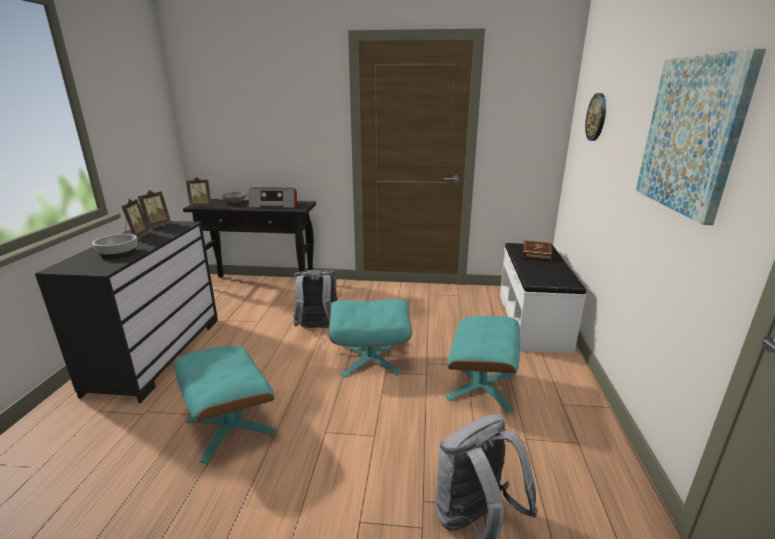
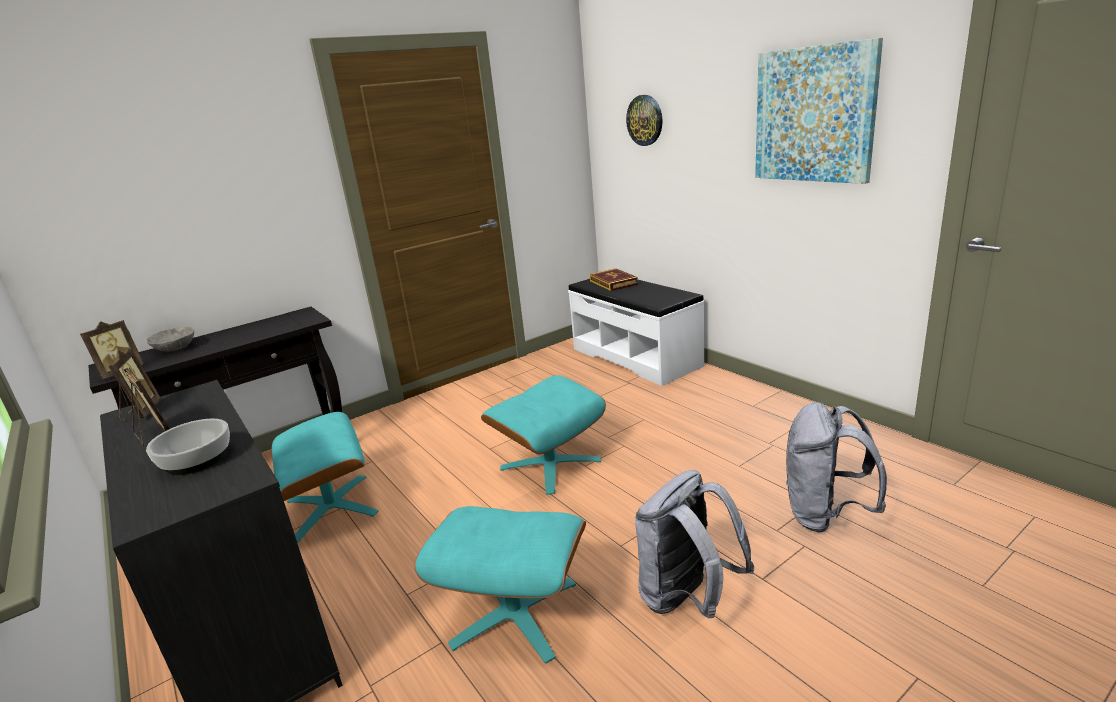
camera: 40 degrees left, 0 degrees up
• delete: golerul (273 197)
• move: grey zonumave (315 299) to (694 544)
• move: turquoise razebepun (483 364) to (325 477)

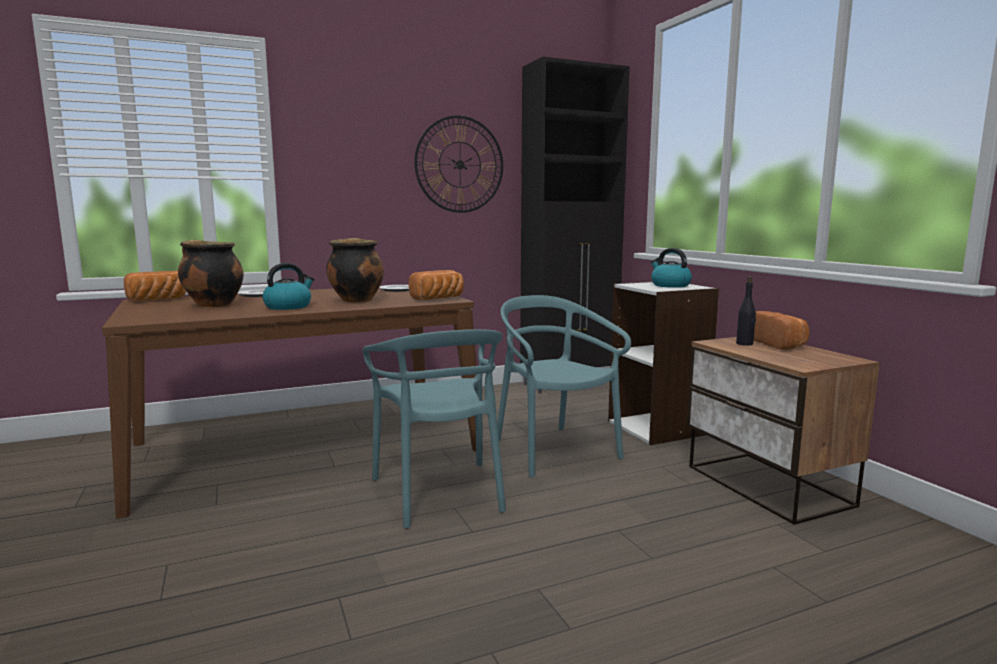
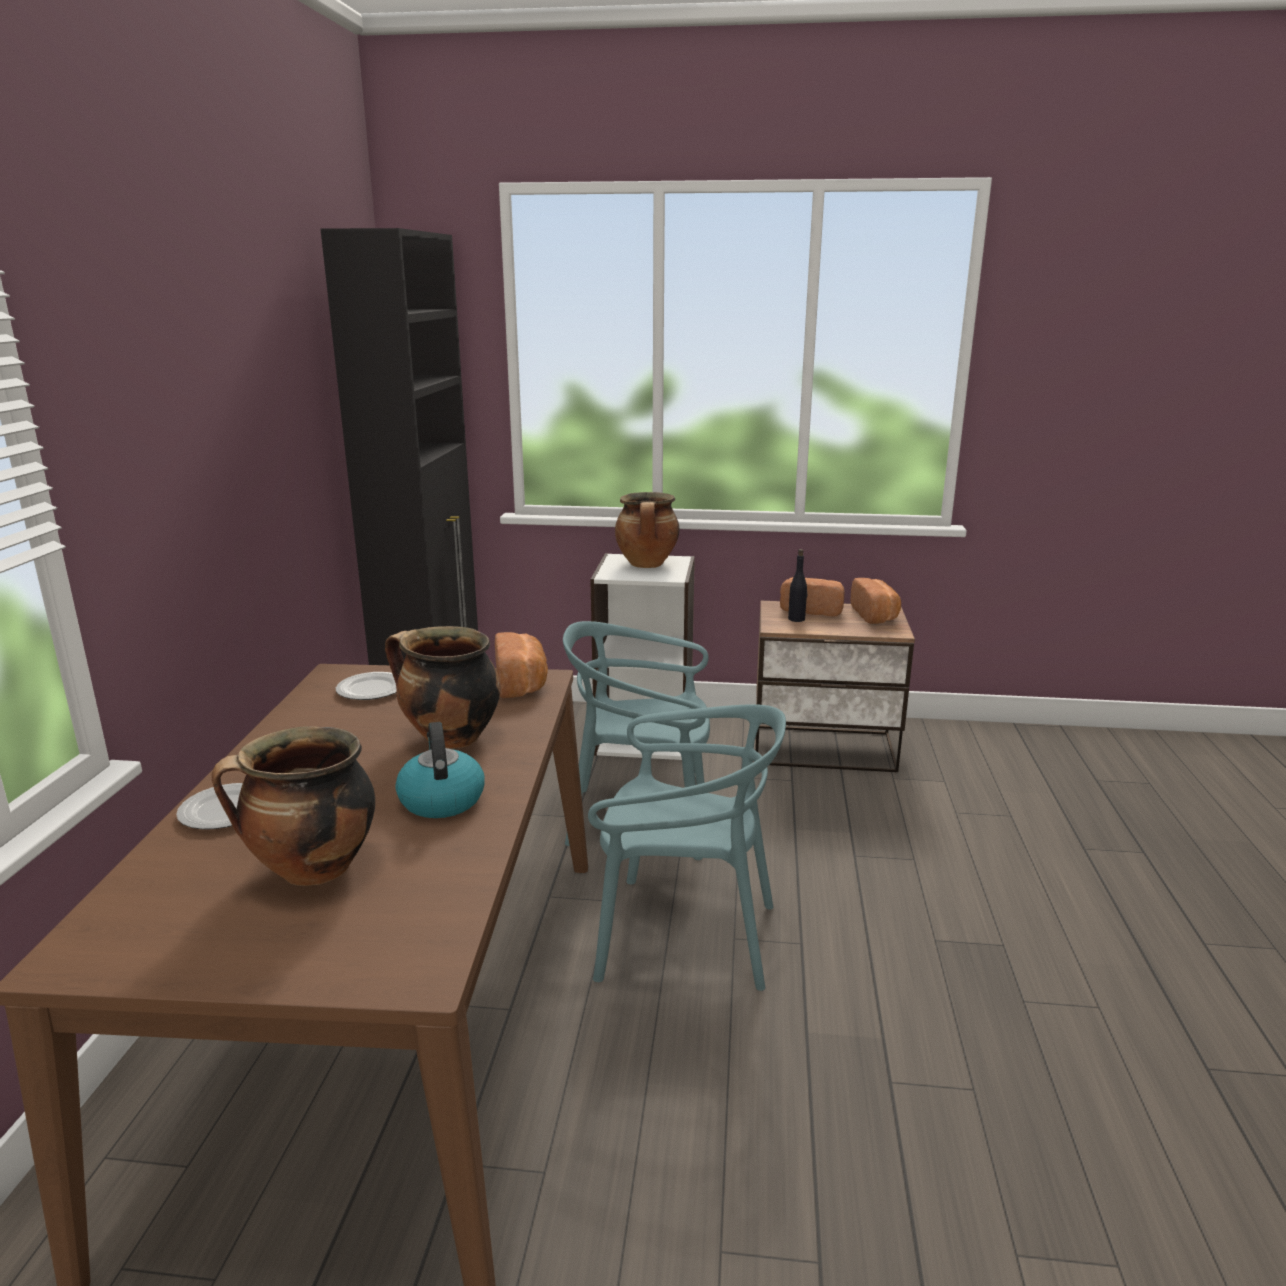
camera: 60 degrees left, 10 degrees up
• delete: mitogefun (458 164)
• move: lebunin (155 286) to (875 601)
• replace: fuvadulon (671 268) to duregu (647 530)

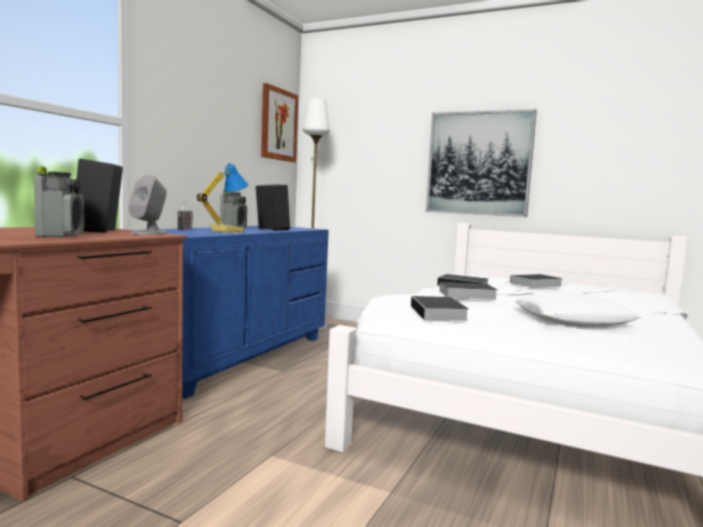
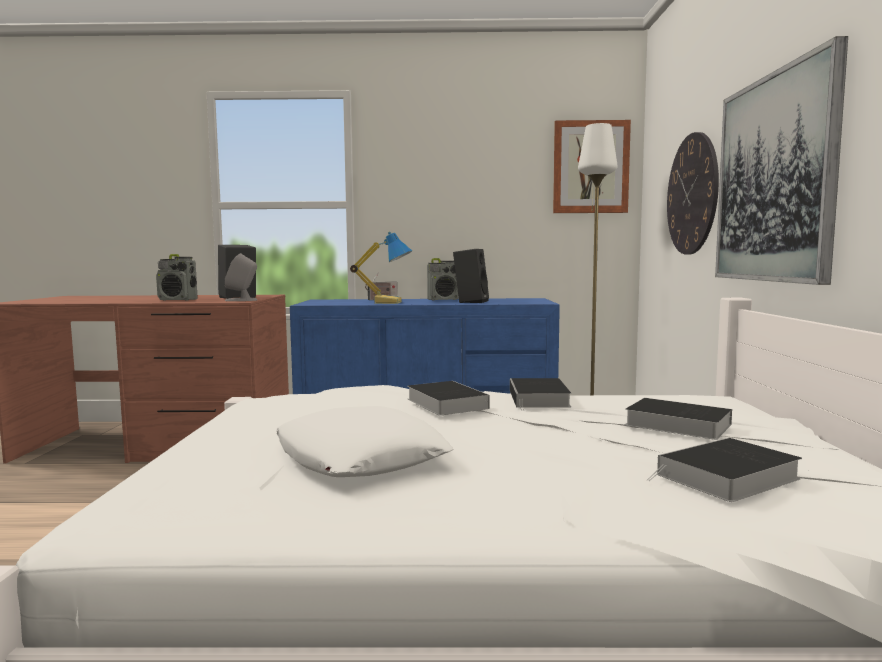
camera: 65 degrees right, 0 degrees up
• insert: mitogefun (693 193)
• move: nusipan (439 309) to (724 470)
• rotate: golerul (59 202) = (177 277) 45 degrees clockwise

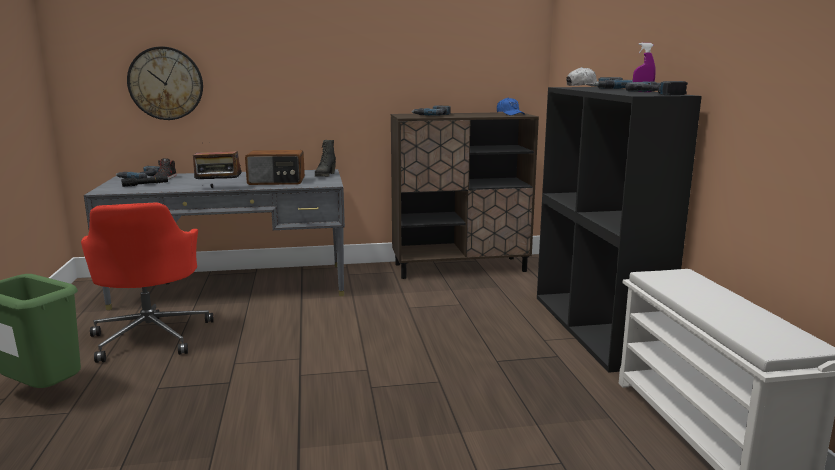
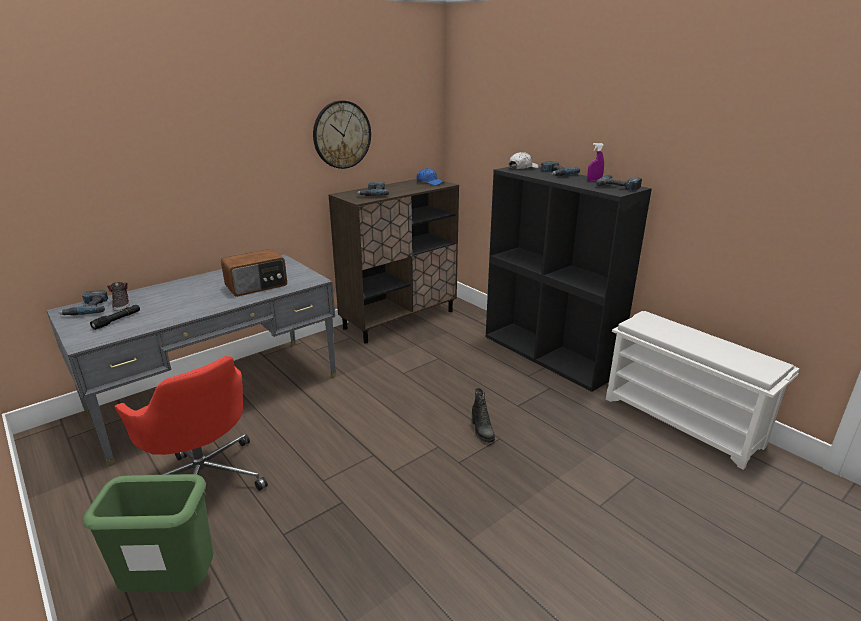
camera: 30 degrees left, 10 degrees up
• delete: golerul (217 169)
• move: mitogefun (165 83) to (342 134)
• move: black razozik (325 158) to (483 415)

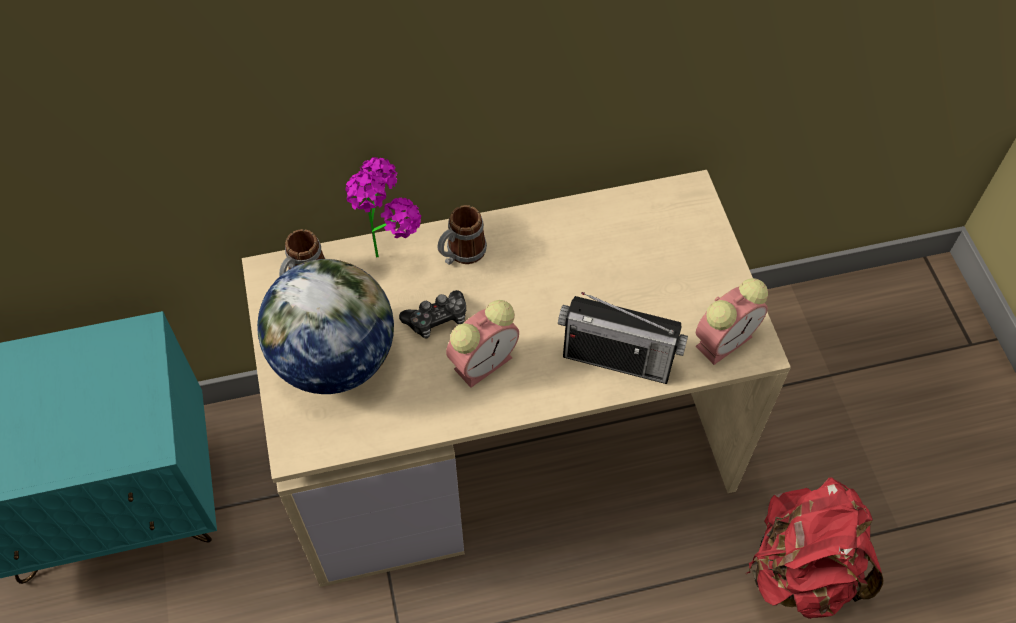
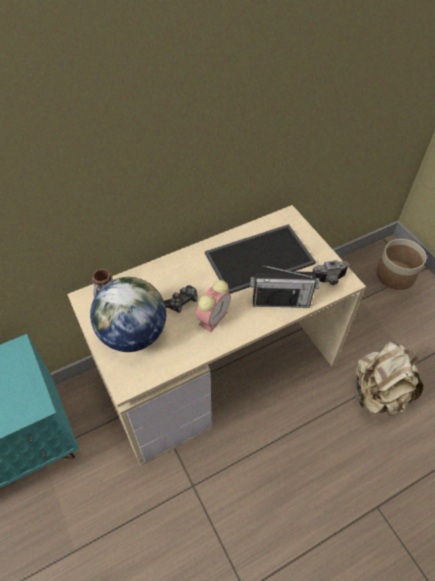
camera: 15 degrees left, 5 degrees down
• delete: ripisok (383 207)
• delete: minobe (462 235)
• insert: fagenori (260 259)
• insert: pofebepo (401 264)
• replace: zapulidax (732 321) to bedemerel (330 272)
• recolor: red zonumave (815 548) to beige zonumave (389 379)

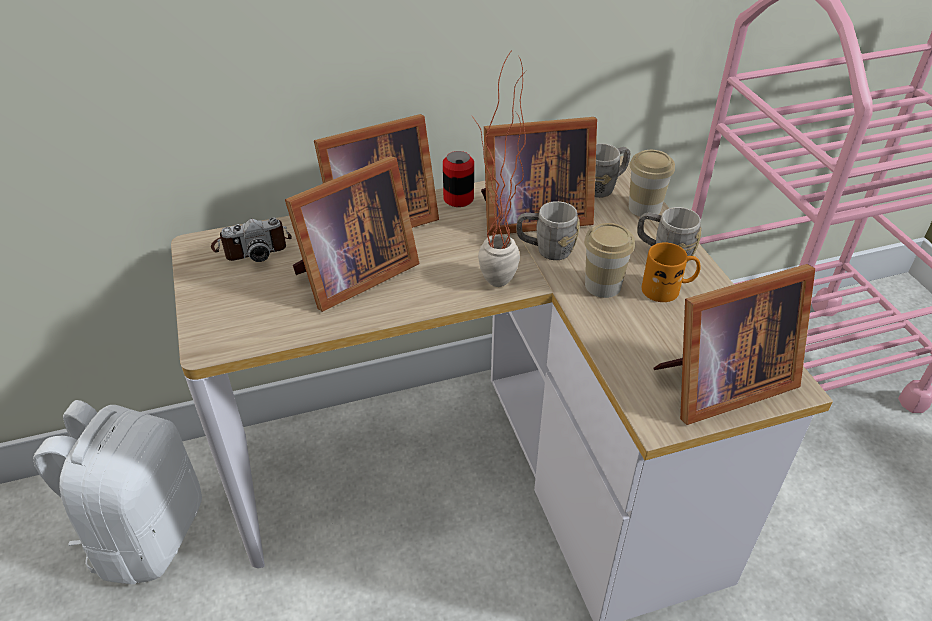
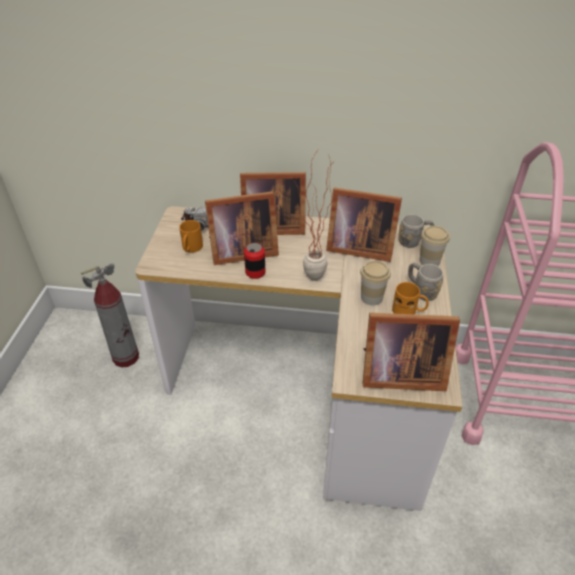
camera: 25 degrees right, 0 degrees up
• delete: grey minobe (548 230)
• insert: orange minobe (191 236)
• move: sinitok (458 179) to (254 261)
• replace: white zonumave (117 492) to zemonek (110 315)

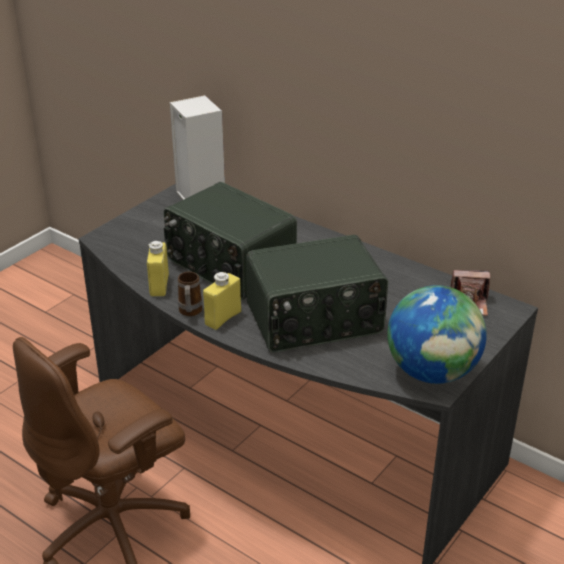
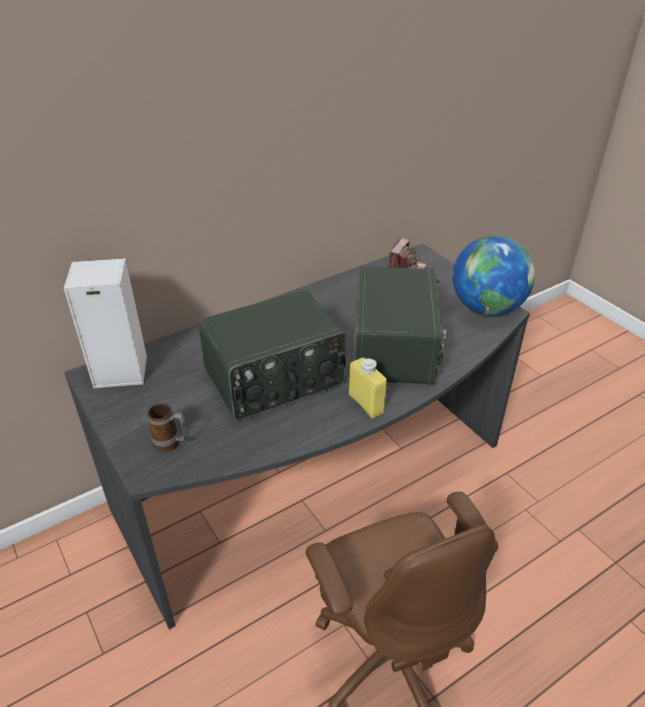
camera: 70 degrees left, 5 degrees up
• delete: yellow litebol (158 269)
• move: minobe (190 294) to (167 427)

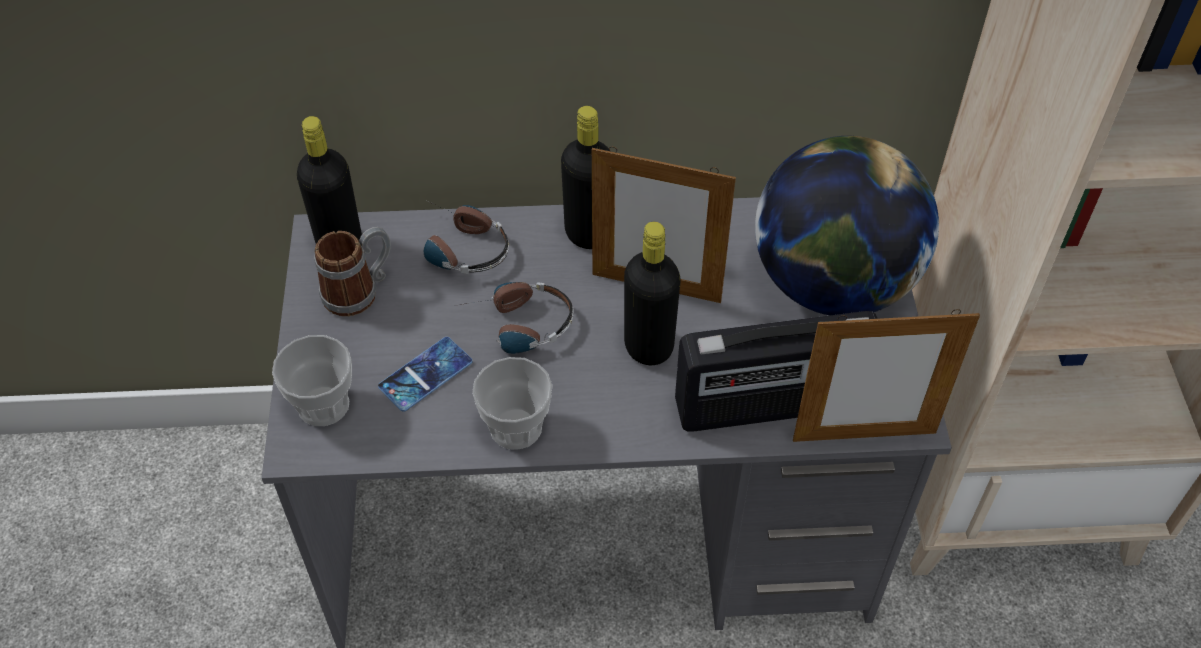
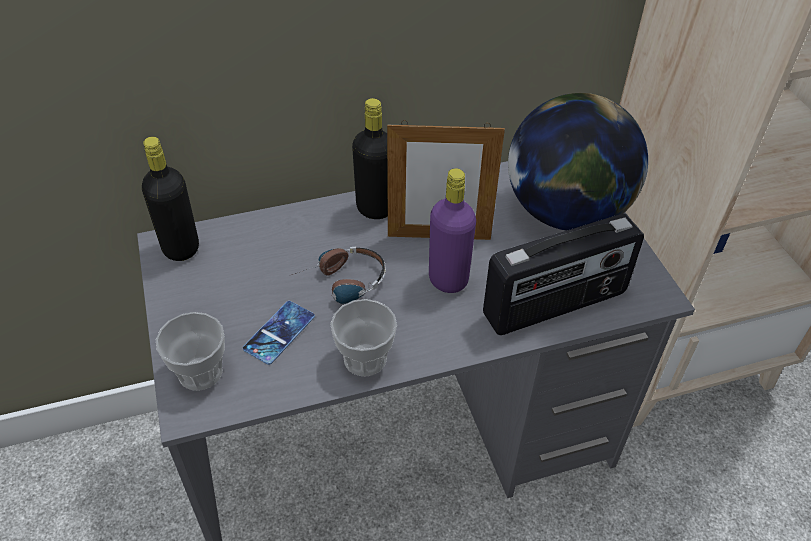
camera: 15 degrees left, 5 degrees down
• delete: minobe (352 271)
• delete: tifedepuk (466 237)
• delete: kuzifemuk (886 375)
• recolor: black litebol (652 293) to purple litebol (452 230)

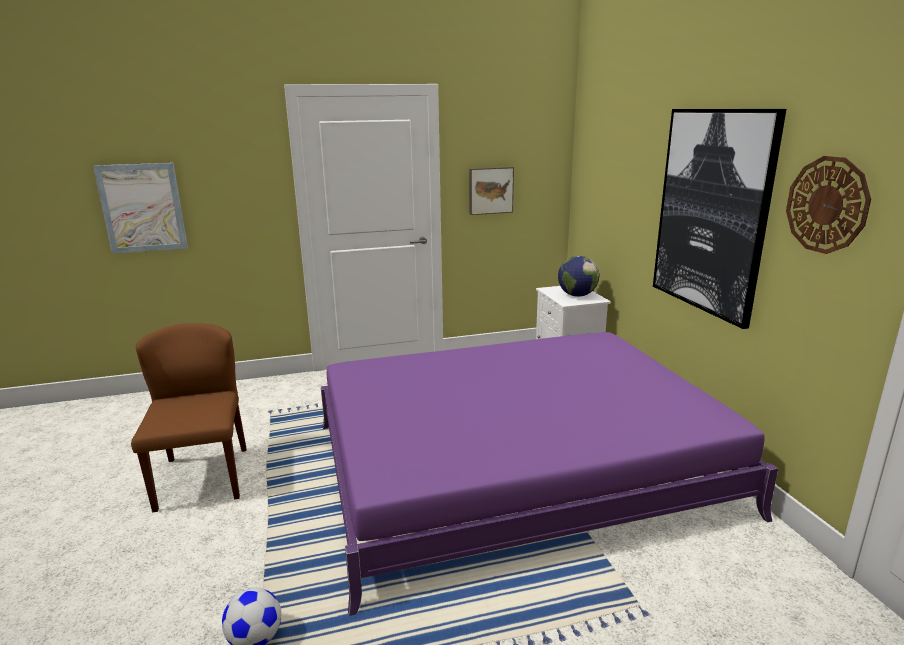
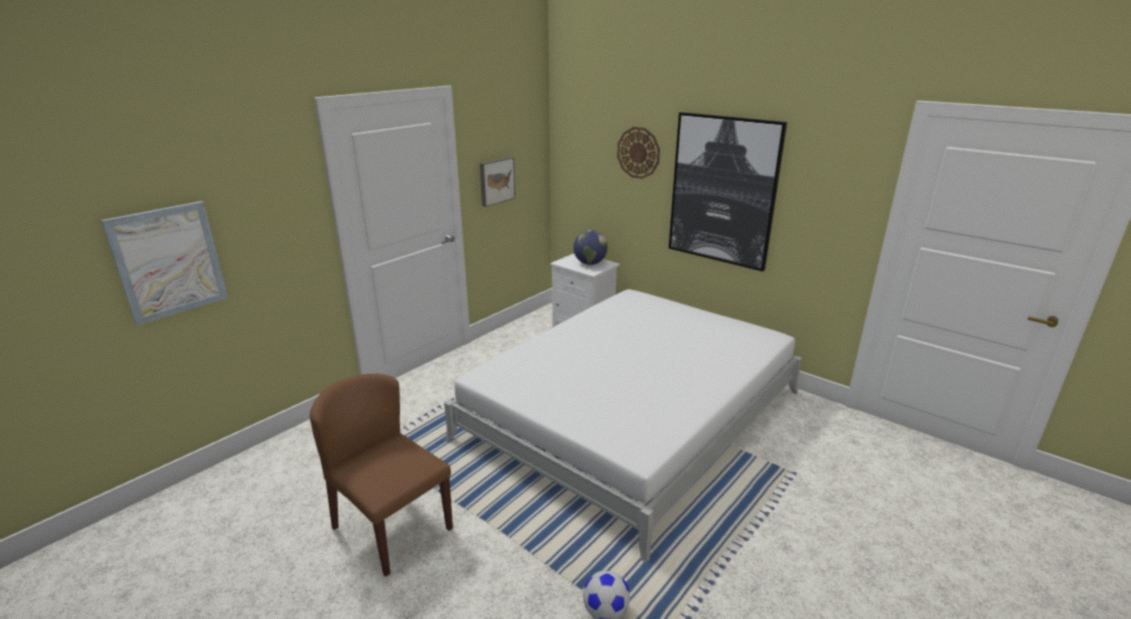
camera: 35 degrees left, 5 degrees up
• move: mitogefun (828 205) to (638 153)
• recolor: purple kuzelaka (549 474) to white kuzelaka (623 426)

